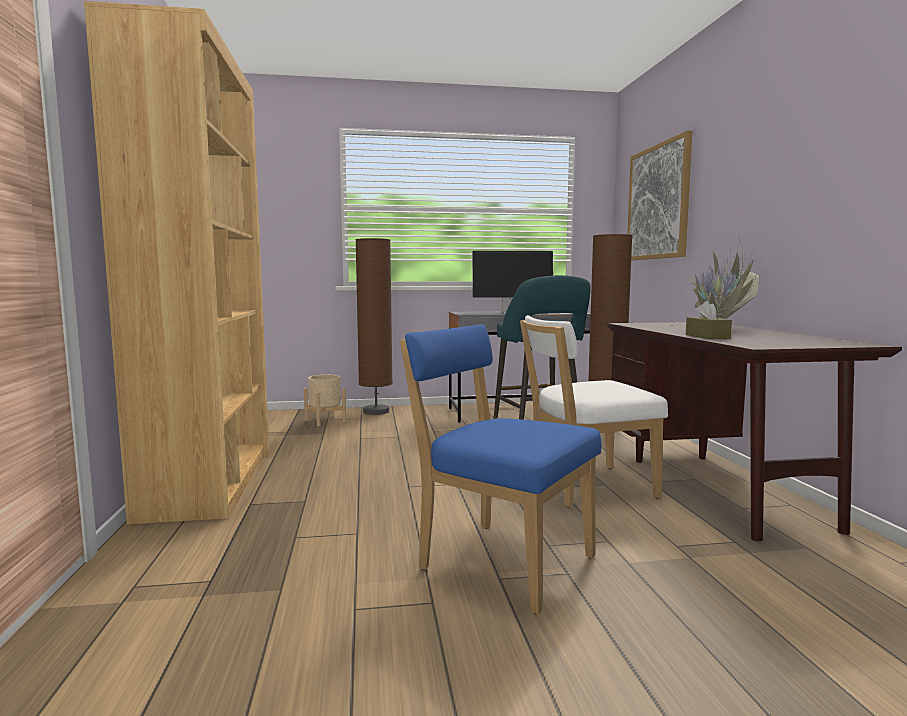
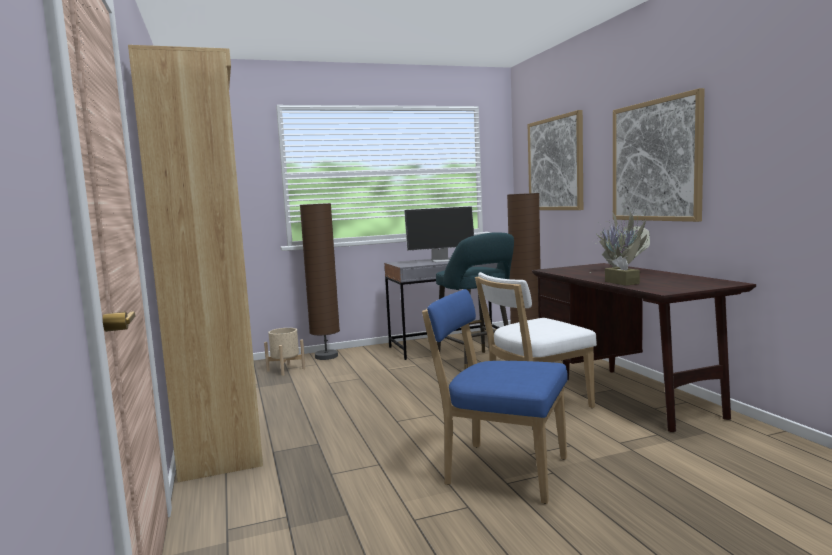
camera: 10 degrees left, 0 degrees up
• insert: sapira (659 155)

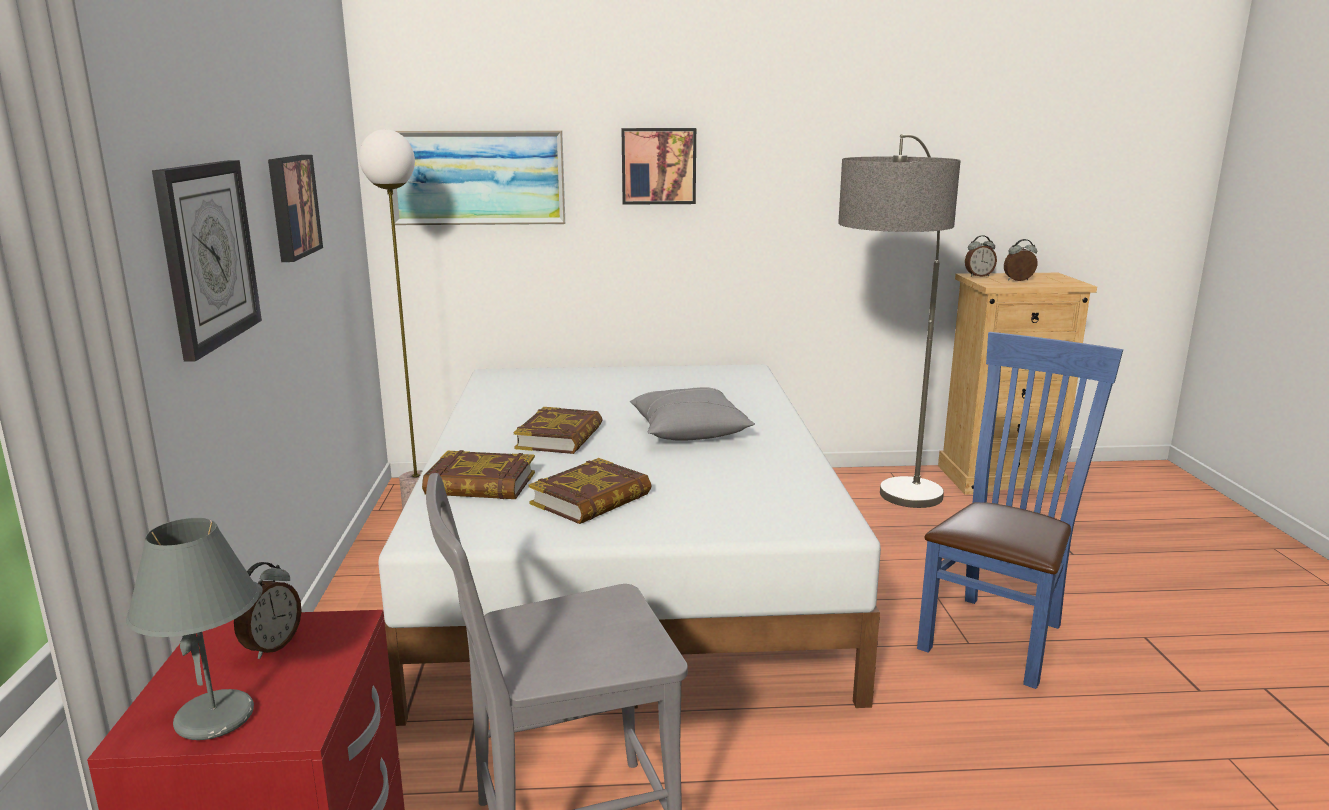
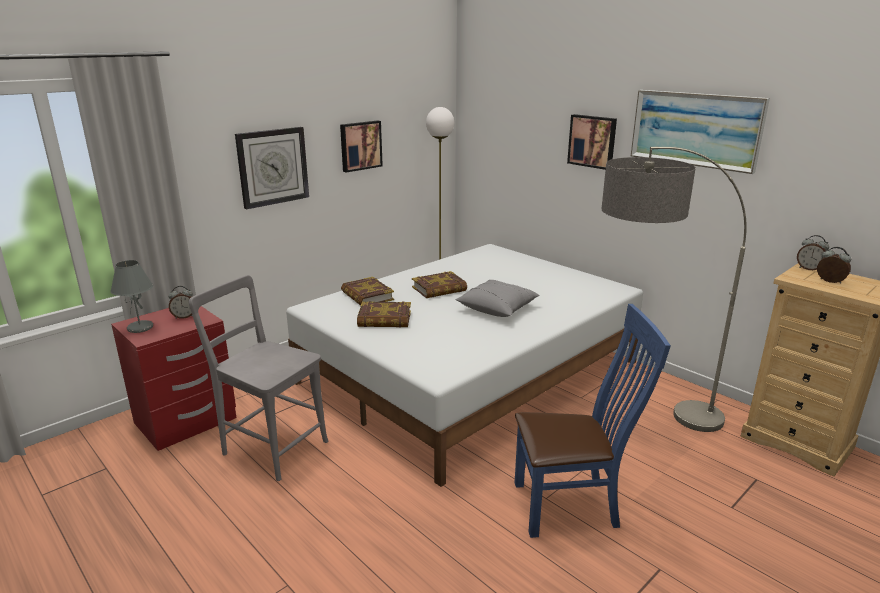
camera: 50 degrees right, 5 degrees up
• move: sapira (478 177) to (700 132)

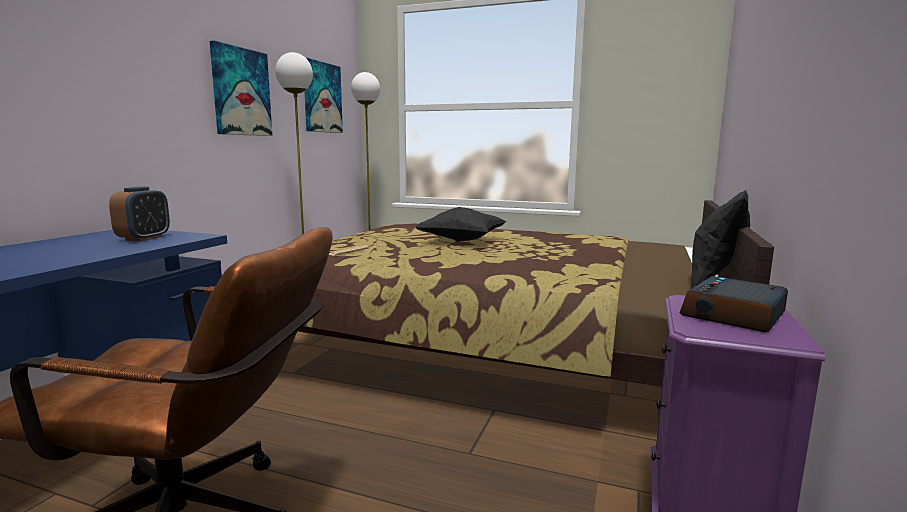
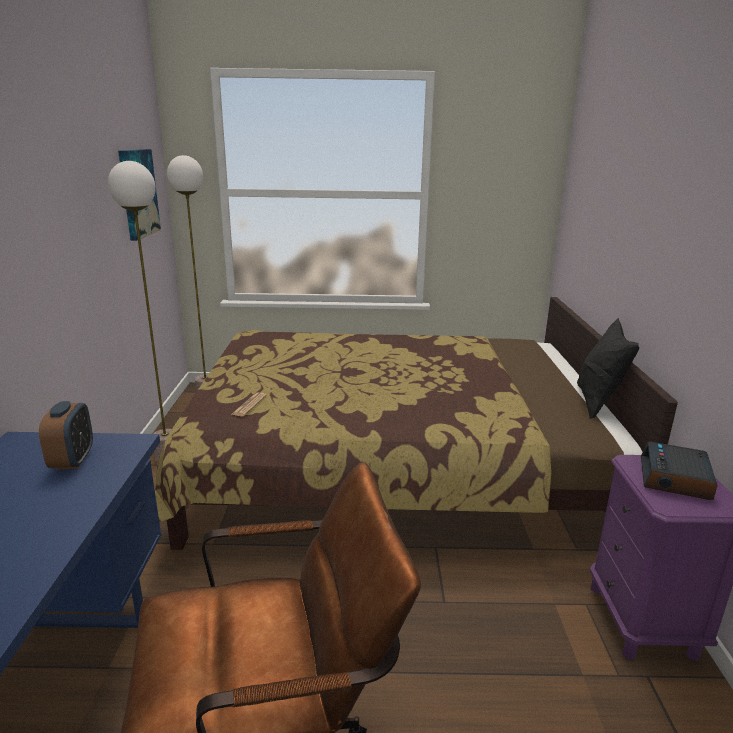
camera: 20 degrees left, 10 degrees up
• delete: sapira (241 88)
• delete: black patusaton (460 224)

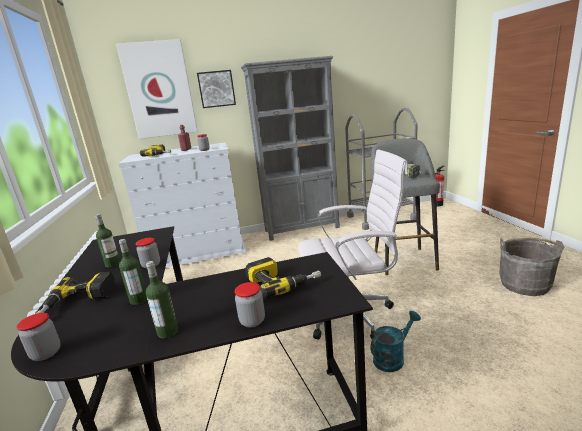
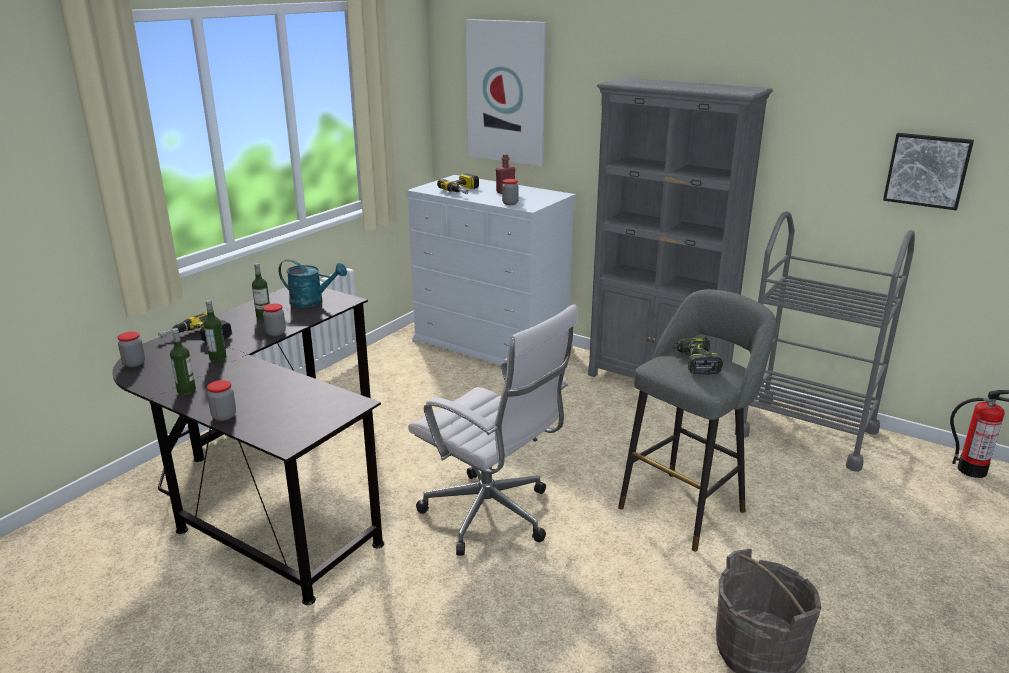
camera: 45 degrees right, 5 degrees up
• delete: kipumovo (283 278)
• move: sapira (216 89) to (928 171)
• move: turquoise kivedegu (395 341) to (312 283)

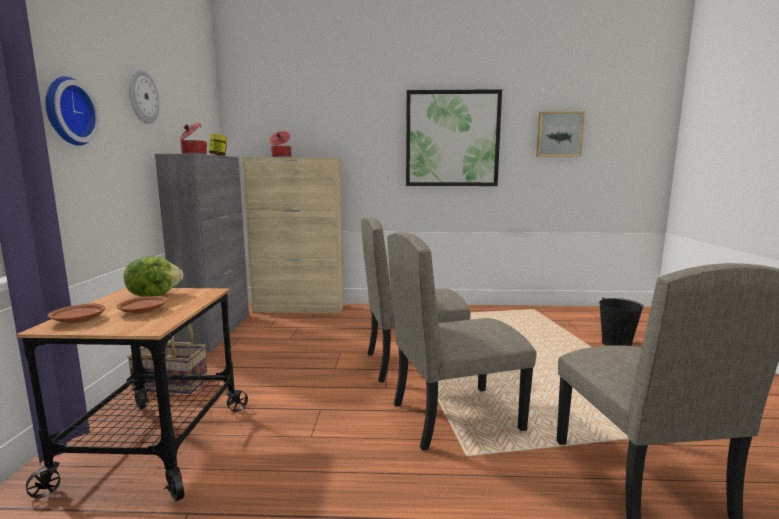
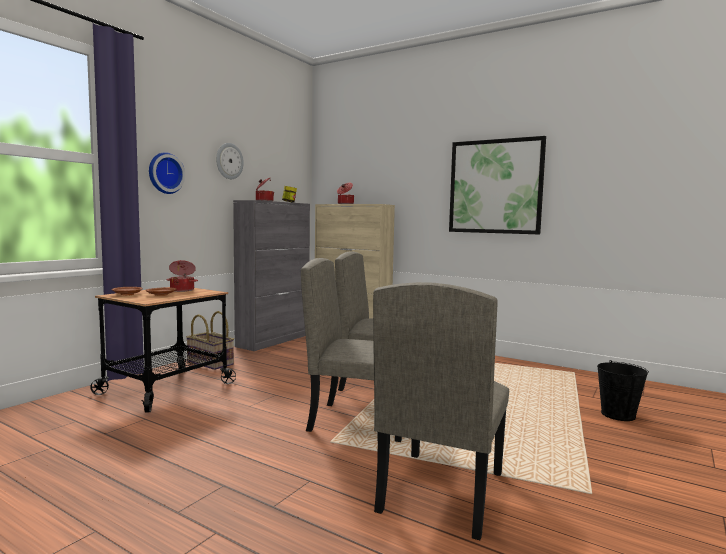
camera: 30 degrees right, 5 degrees down
• delete: sapira (560 134)
• replace: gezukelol (153 276) to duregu (182 276)

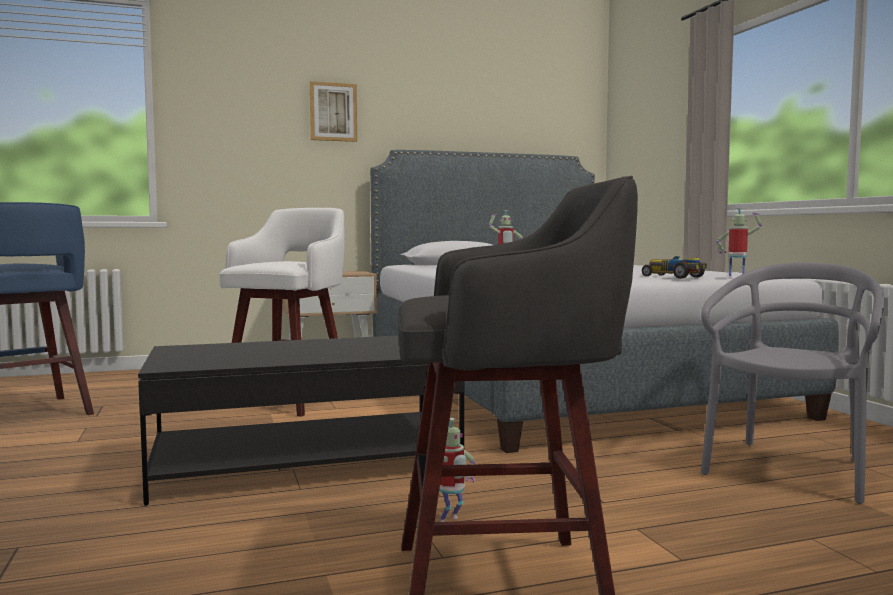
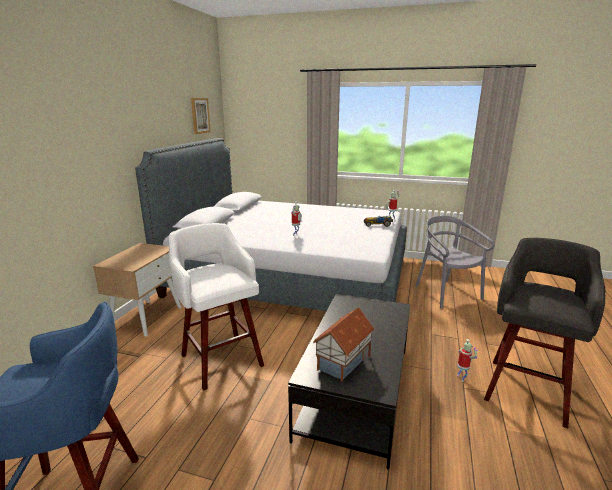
camera: 55 degrees left, 15 degrees up
• insert: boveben (344 344)
• move: sapira (333 111) to (201 116)

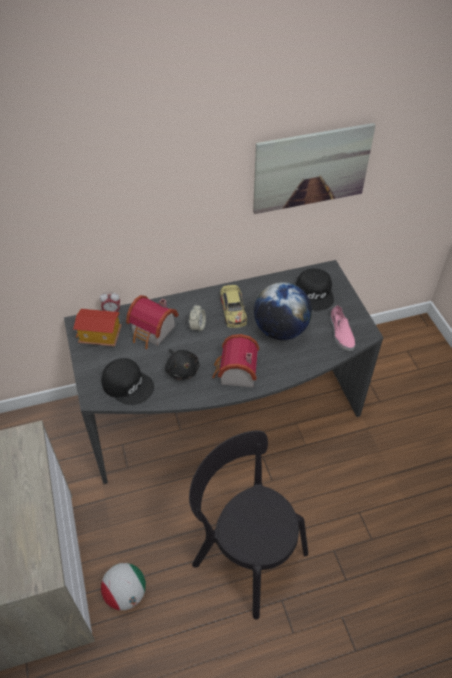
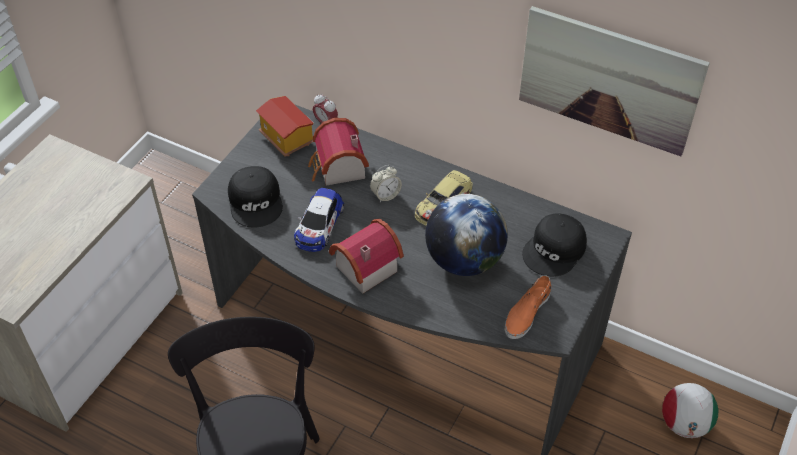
camera: 45 degrees right, 0 degrees up
• move: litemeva (123 586) to (690 410)
• replace: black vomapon (182 364) to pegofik (319 220)
• recolor: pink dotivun (342 328) to orange dotivun (528 307)

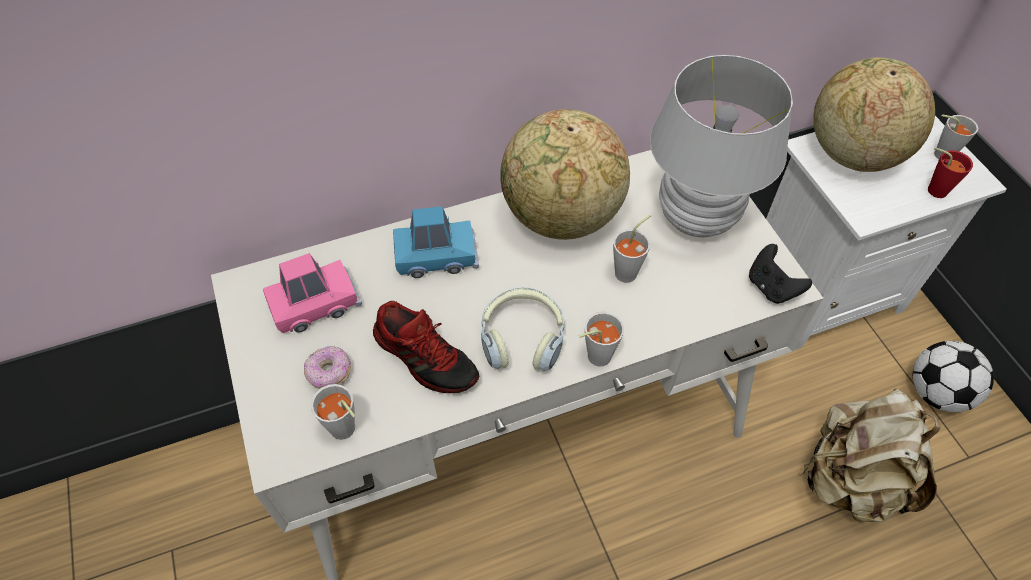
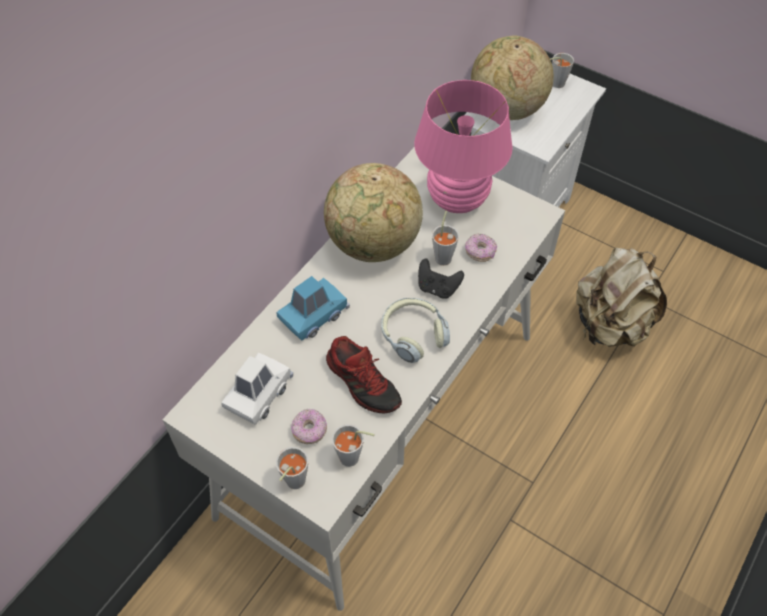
camera: 35 degrees left, 0 degrees up
• delete: litemeva (953 376)
• delete: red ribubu (950 172)
• insert: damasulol (481 247)
• move: grey ribubu (601 339) to (292 468)
• move: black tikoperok (780 274) to (441 278)
• recolor: pink pegofik (312 293) to white pegofik (257 388)
• recolor: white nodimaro (721 146) to pink nodimaro (463 146)
• rotate: dotivun (426 347) = (364 375) 45 degrees clockwise

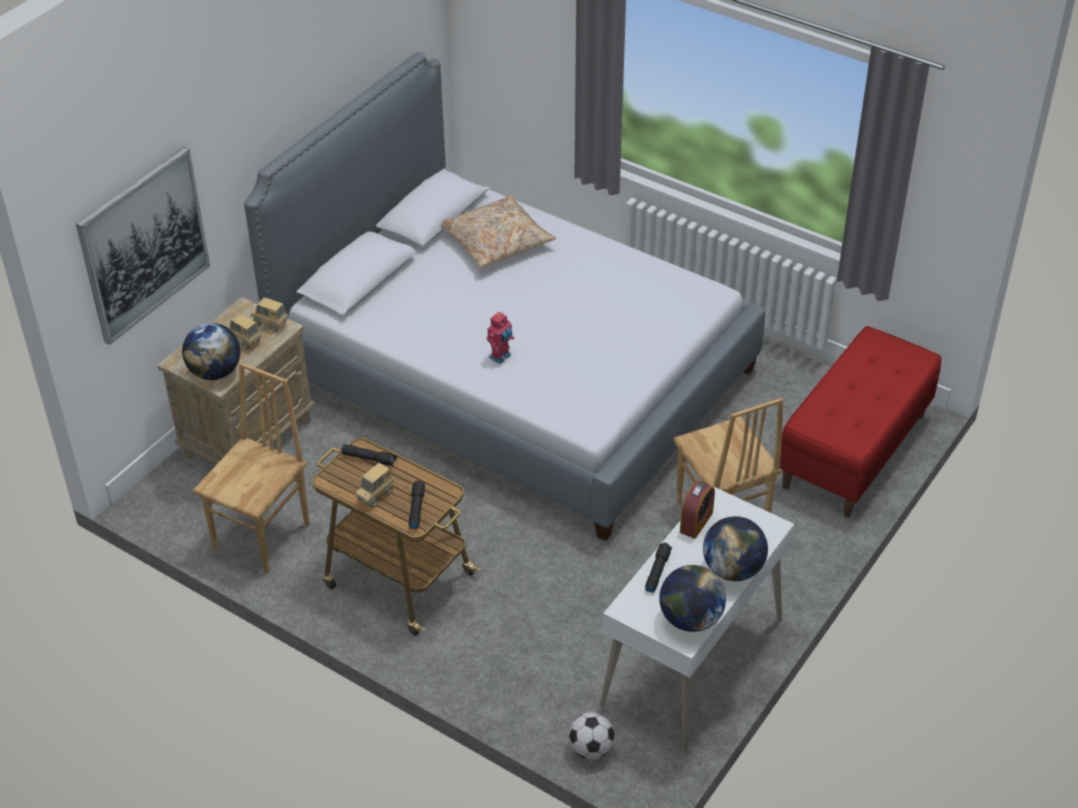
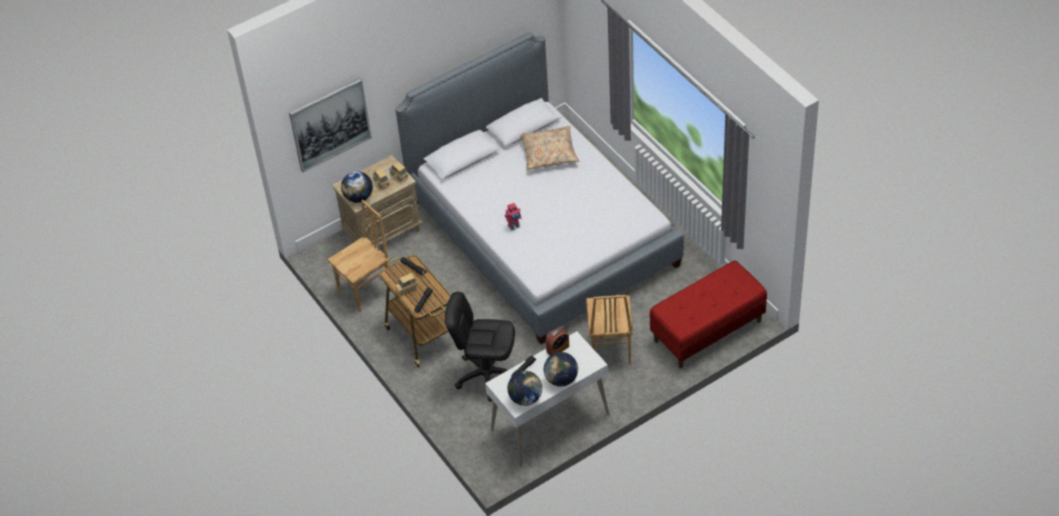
camera: 25 degrees right, 5 degrees up
• delete: litemeva (591 736)
• insert: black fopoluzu (480 347)

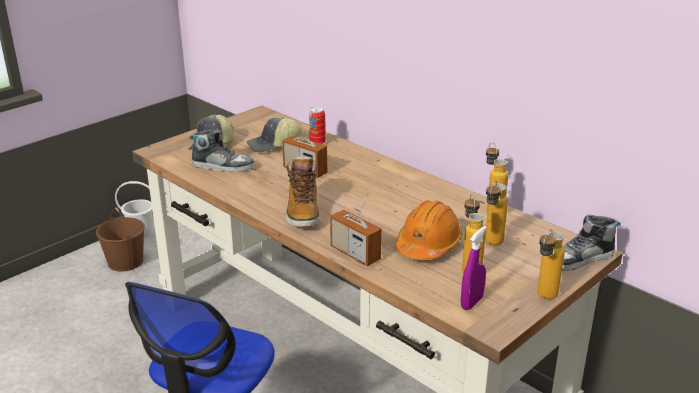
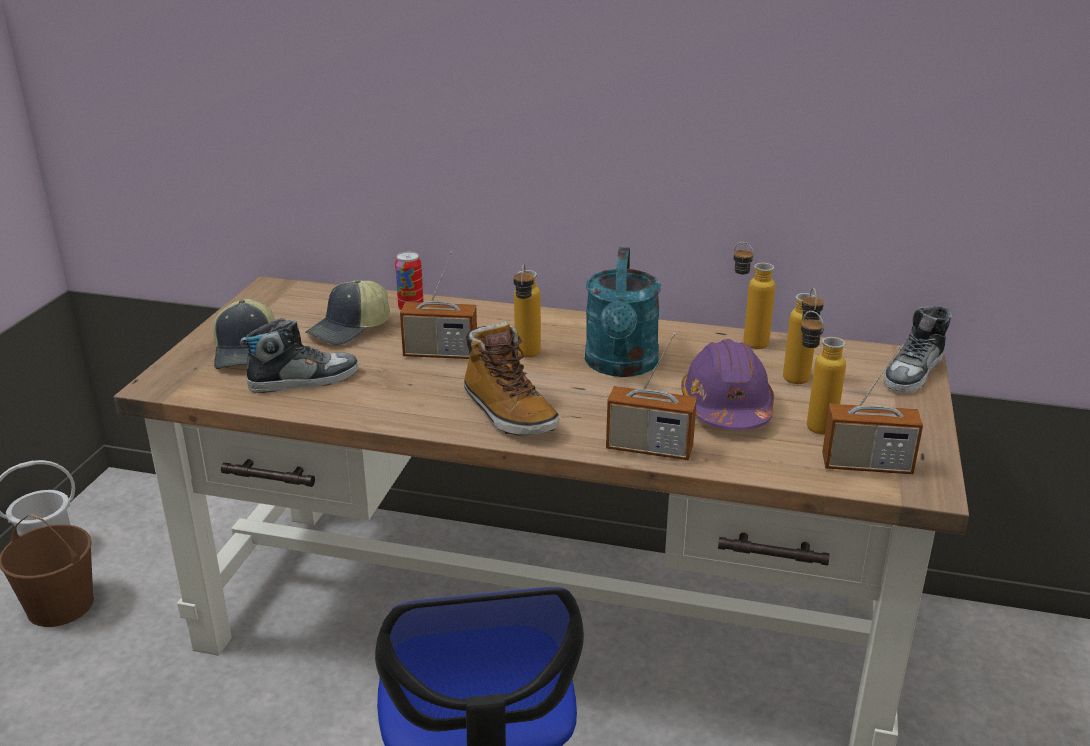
camera: 30 degrees left, 0 degrees up
• insert: turquoise kivedegu (623 312)
• move: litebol (551 264) to (527 311)
• replace: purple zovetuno (474 268) to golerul (872 410)
• recolor: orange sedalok (428 230) to purple sedalok (727 384)

